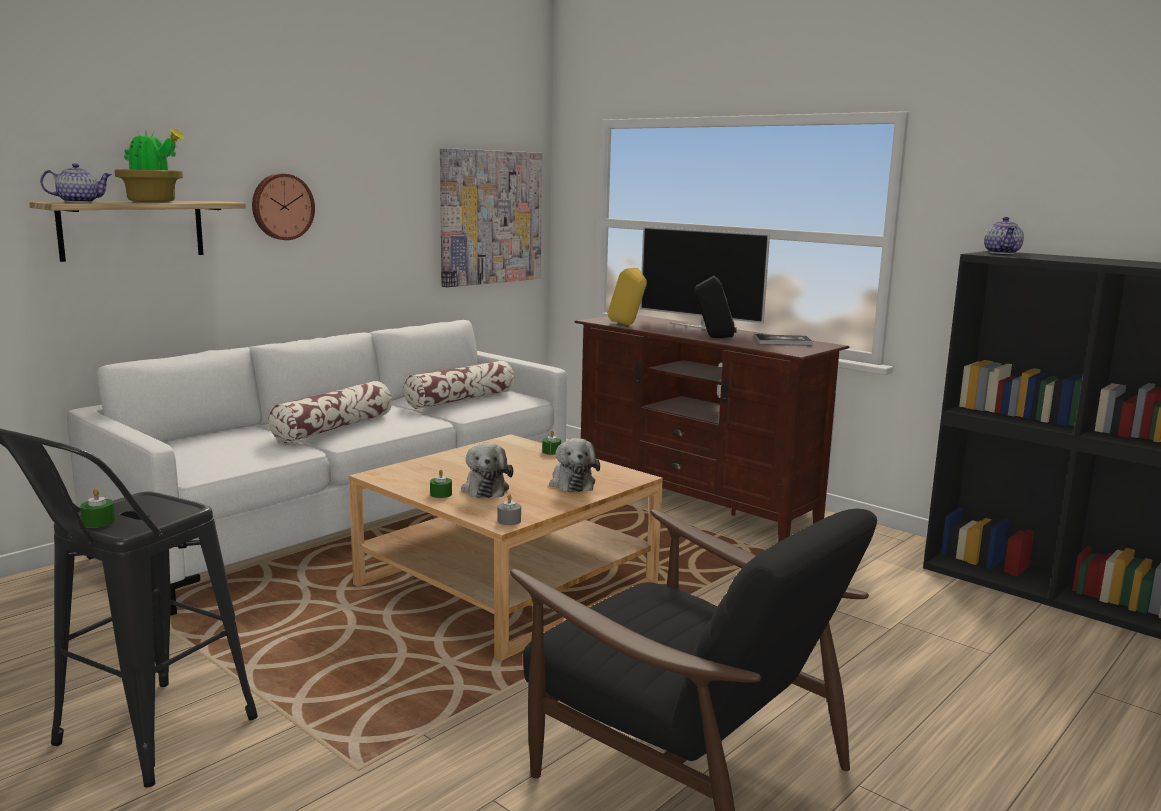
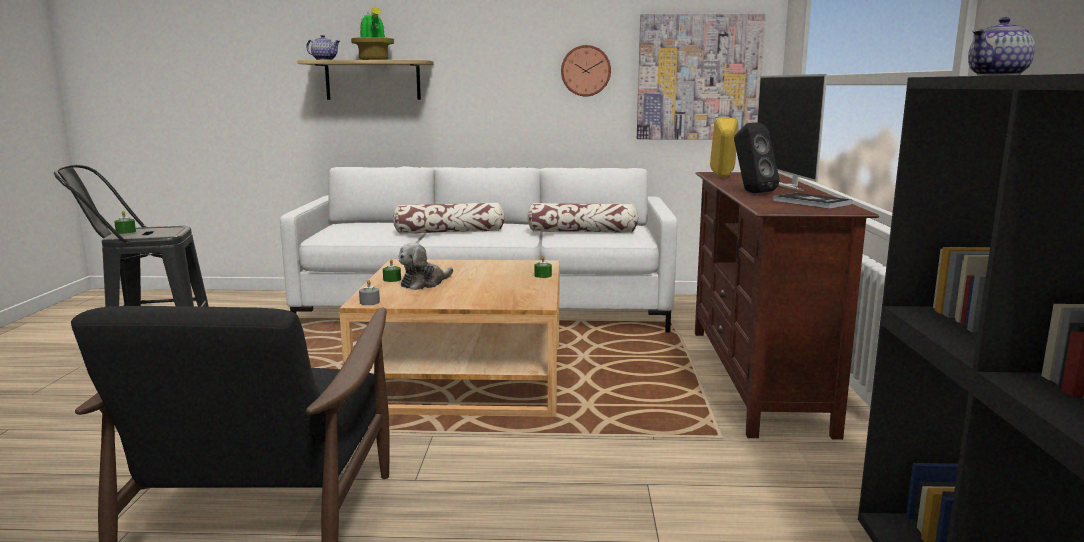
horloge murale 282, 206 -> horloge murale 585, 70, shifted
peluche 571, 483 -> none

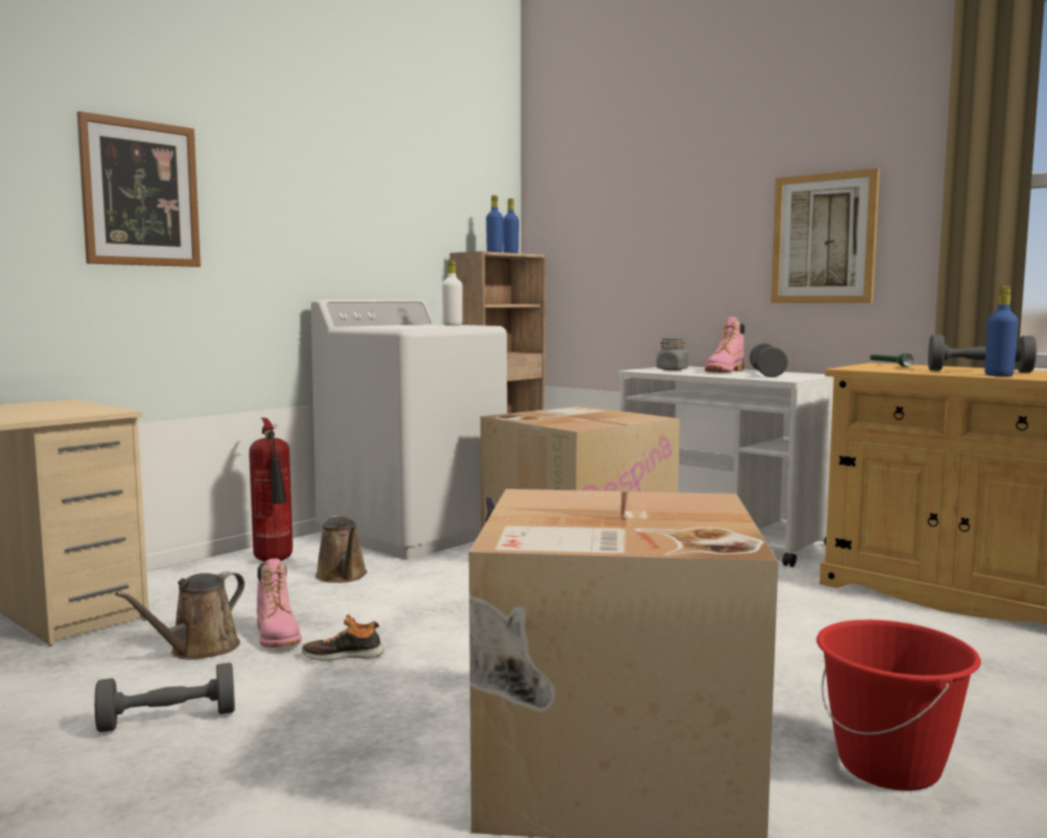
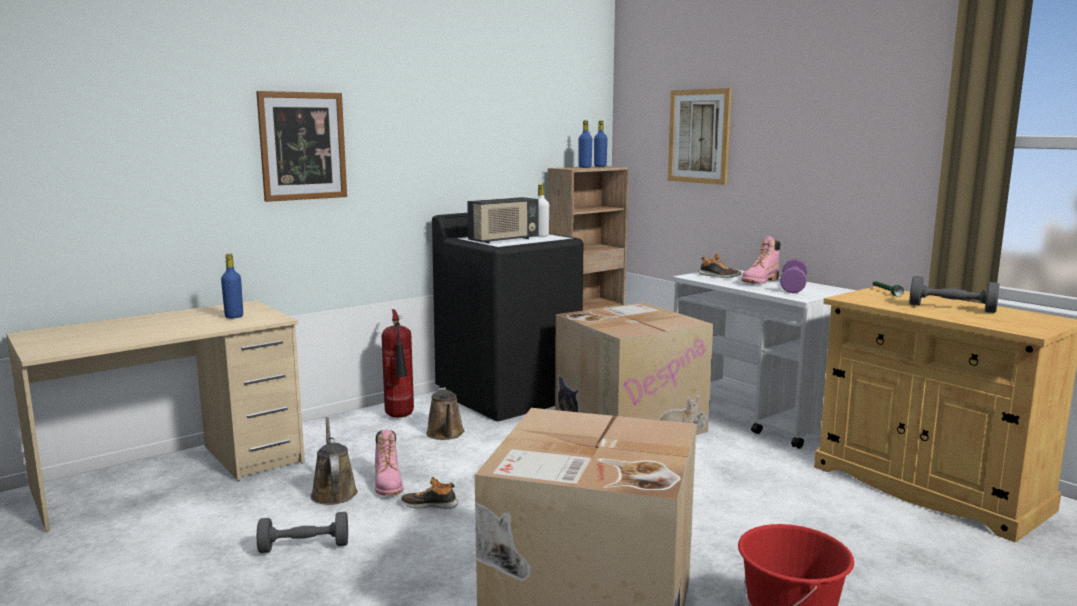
arrosoir/marron 199, 650 -> arrosoir/marron 333, 492, 120 degrees clockwise
lave-linge/blanc 414, 533 -> lave-linge/noir 509, 395
bocal/gris 672, 369 -> chaussure 718, 276
haltère/gris 767, 374 -> haltère/violet 793, 287
tableau 823, 238 -> tableau 699, 136, shifted
bouteille/bleu 998, 375 -> bouteille/bleu 234, 316, shifted
none -> radio 503, 240

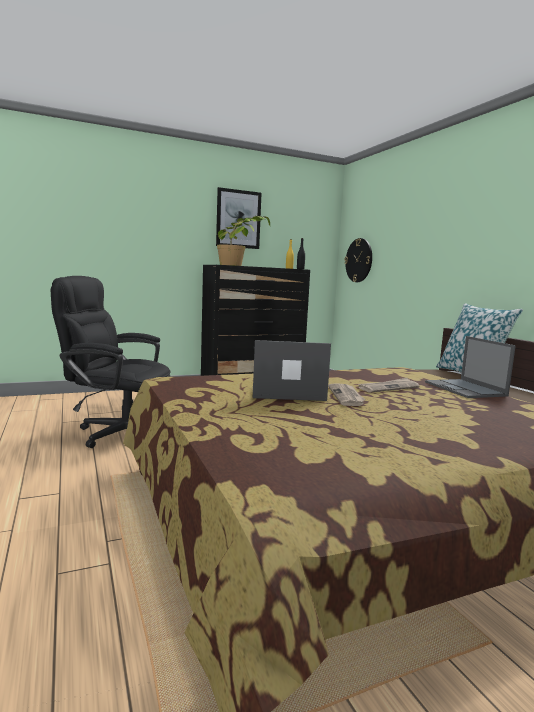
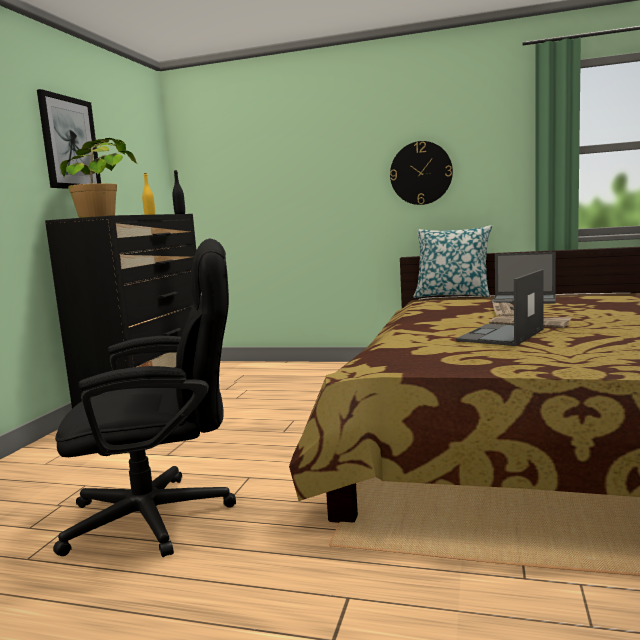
chaise de bureau/noir 118, 432 -> chaise de bureau/noir 165, 515, 150 degrees counterclockwise
horloge murale 359, 260 -> horloge murale 421, 173, shifted

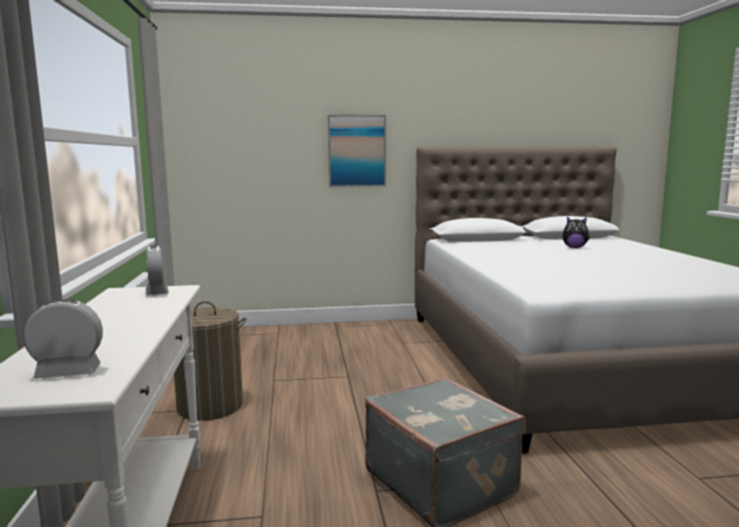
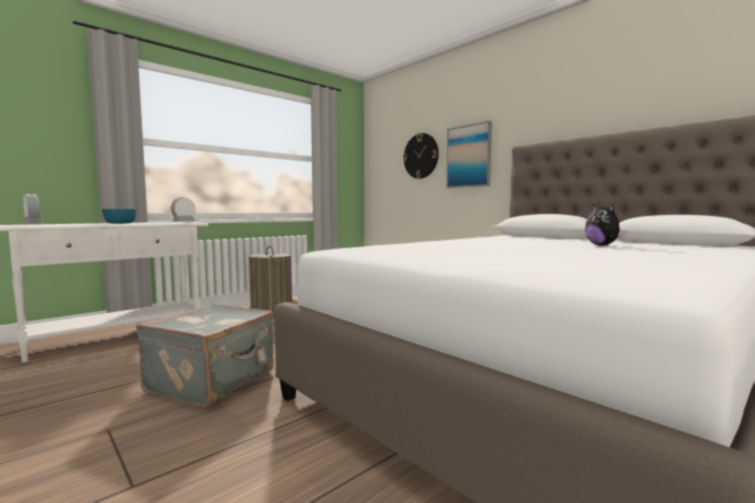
none -> bol/turquoise 120, 223
none -> horloge murale 421, 156

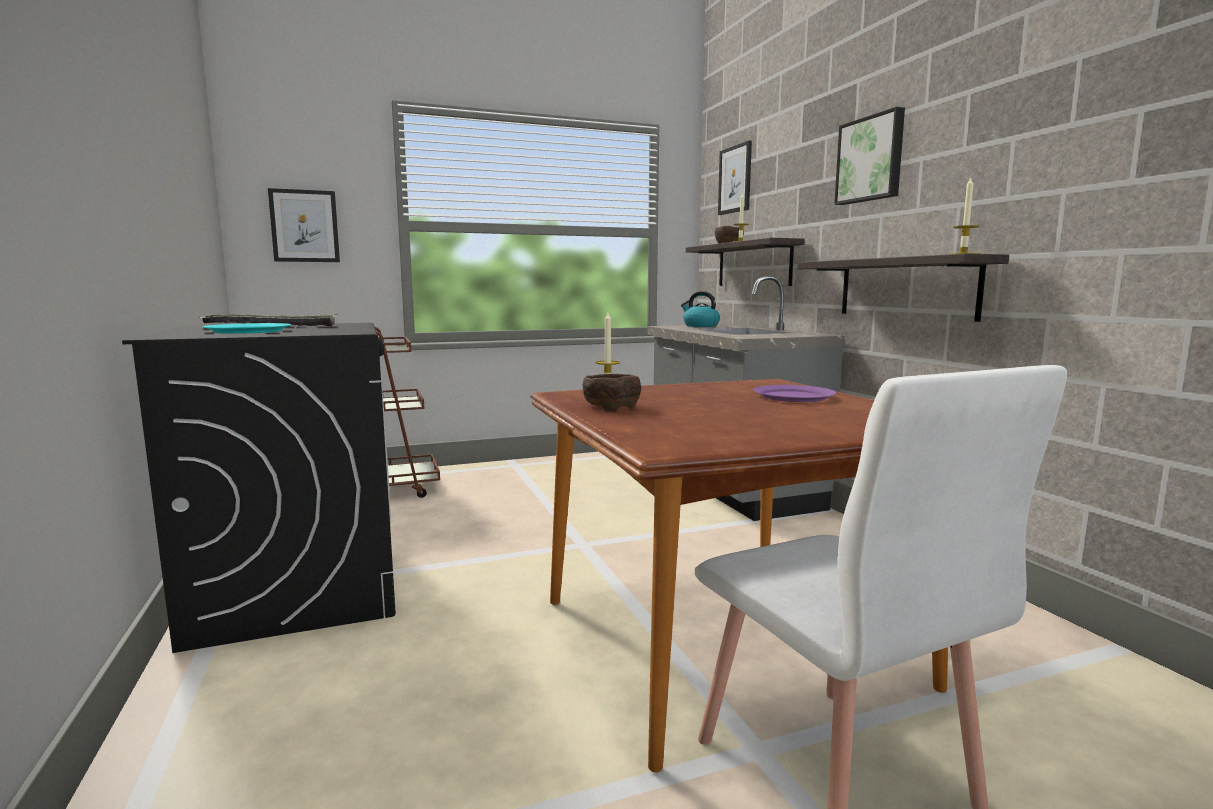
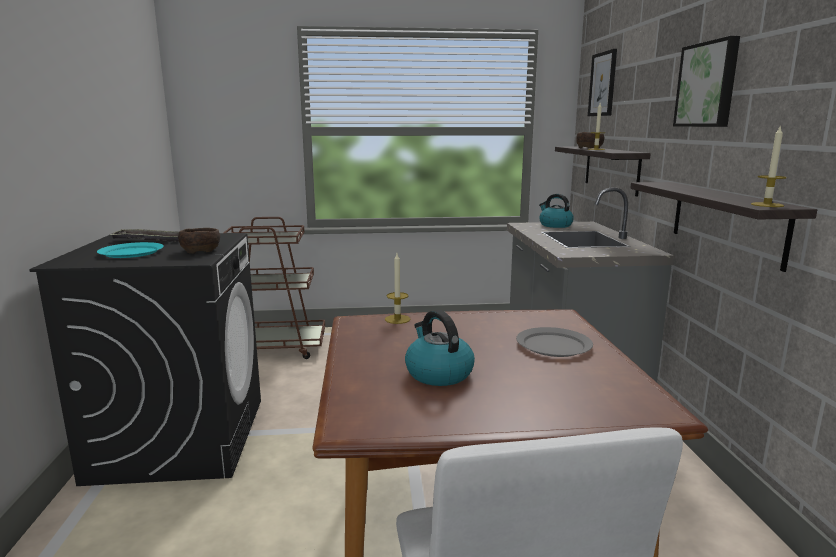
tableau 304, 226 -> none
bol/marron 610, 406 -> bol/marron 200, 250, shifted
assiette/violet 794, 396 -> assiette/gris 554, 345
none -> bouilloire 438, 373

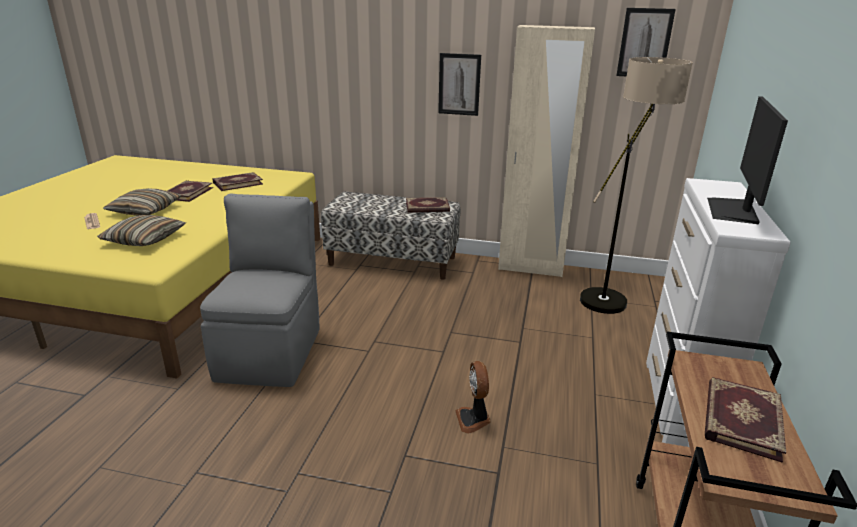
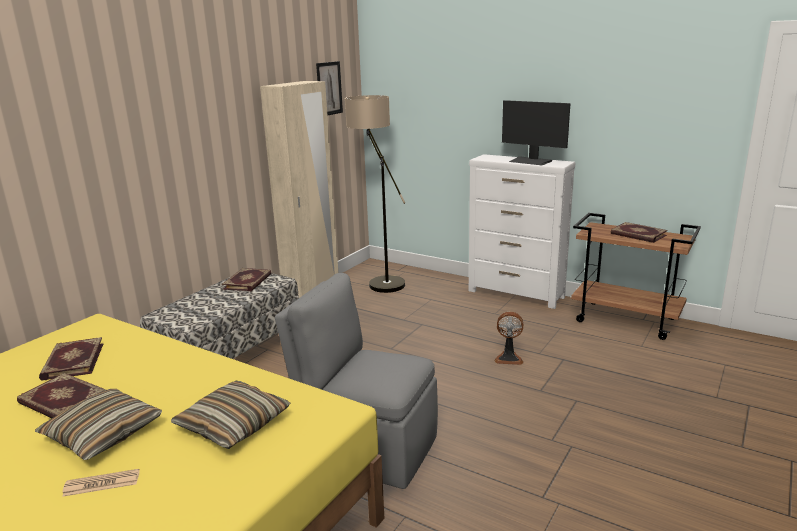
tableau 459, 84 -> none

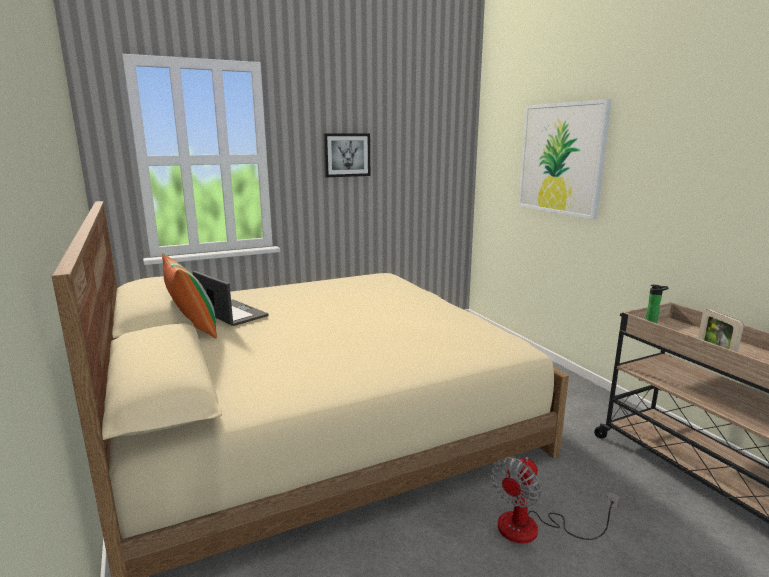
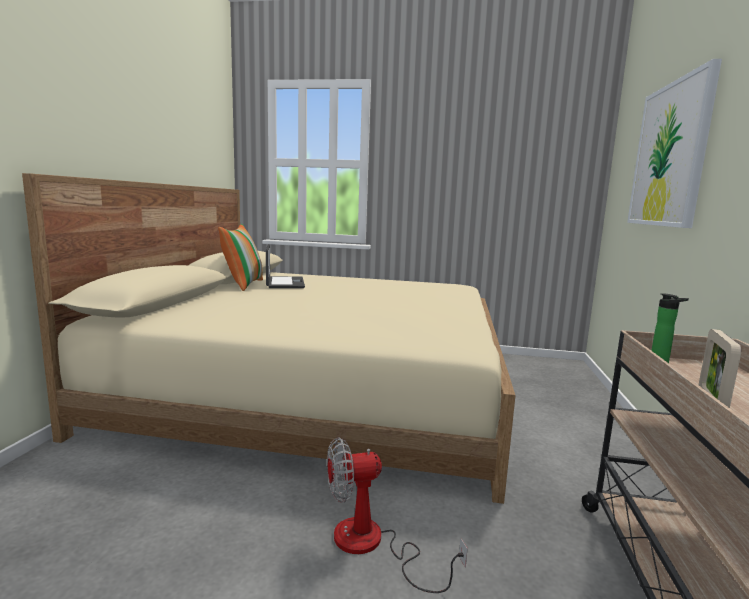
tableau 346, 155 -> none

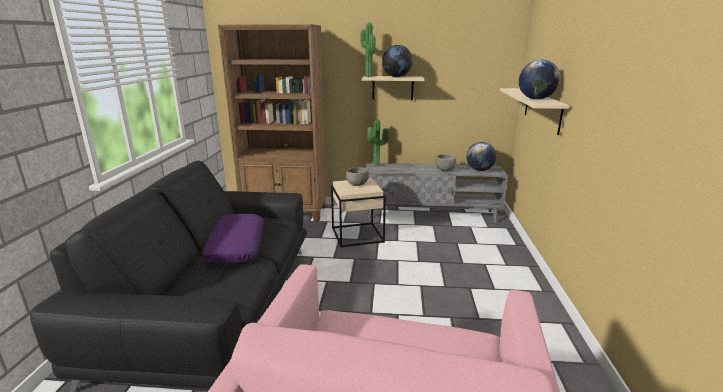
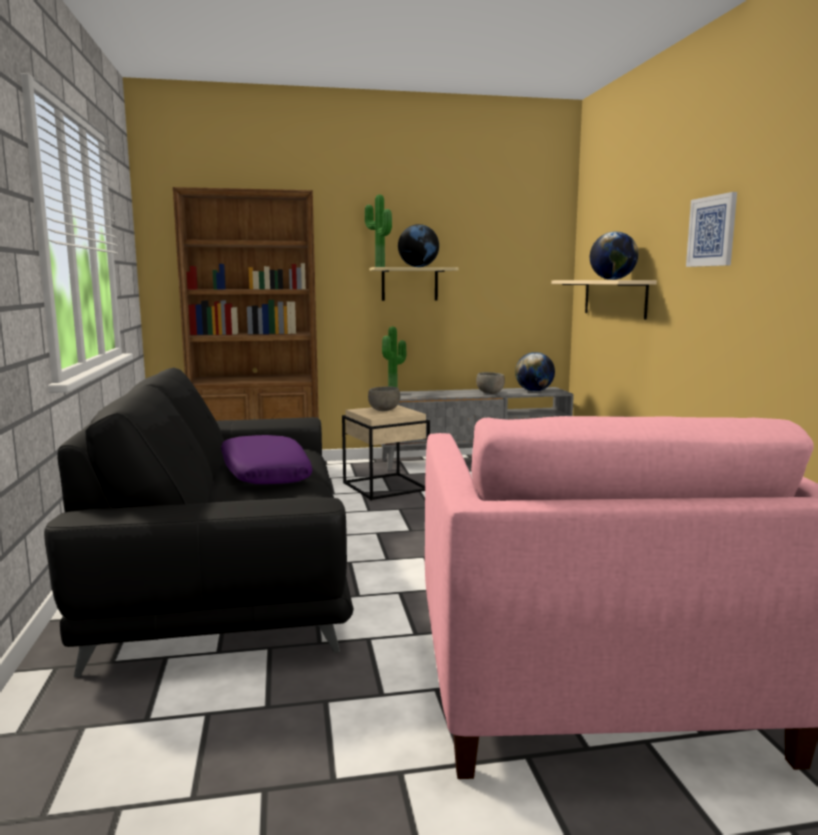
none -> tableau 712, 231

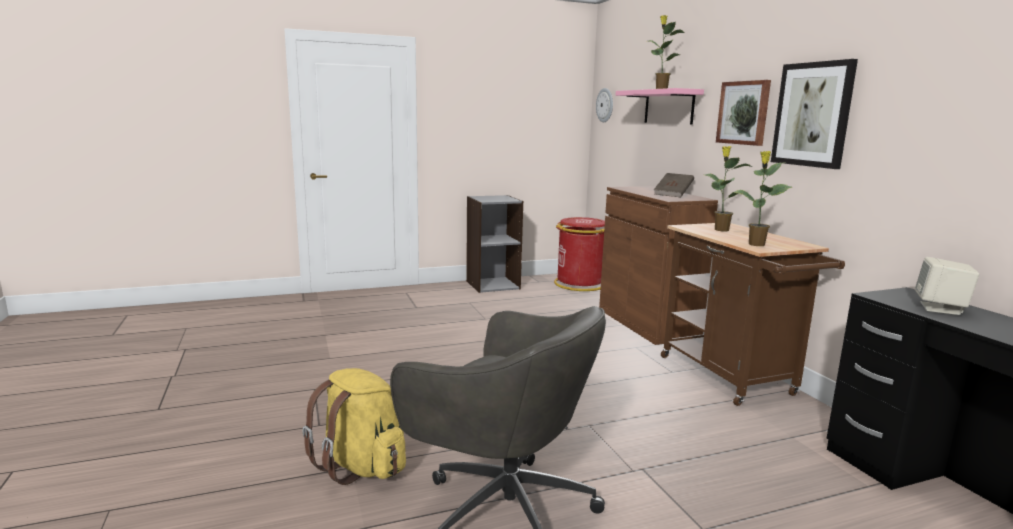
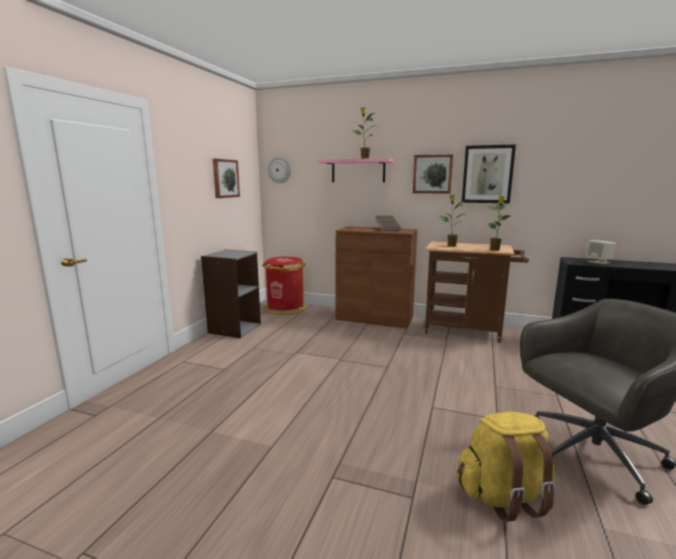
none -> tableau 225, 178

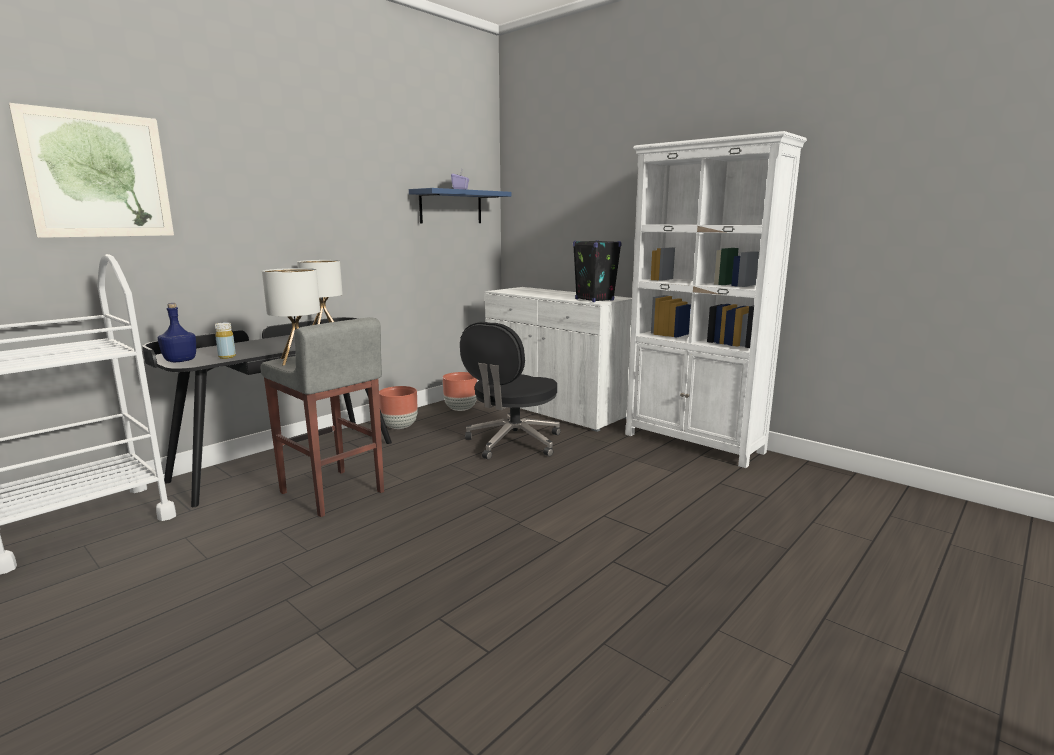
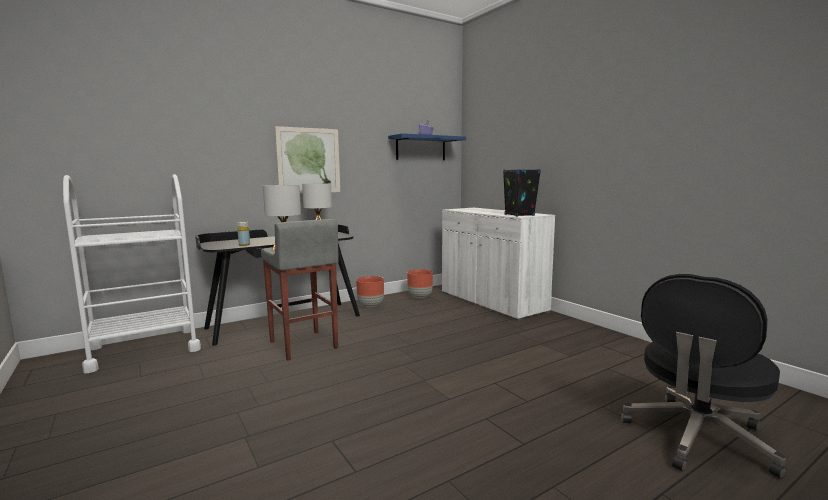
tableau 98, 175 -> tableau 309, 160, shifted
bouteille/bleu 180, 361 -> none
chaise de bureau/noir 512, 443 -> chaise de bureau/noir 697, 438, shifted
bibliothèque/blanc 693, 443 -> none

